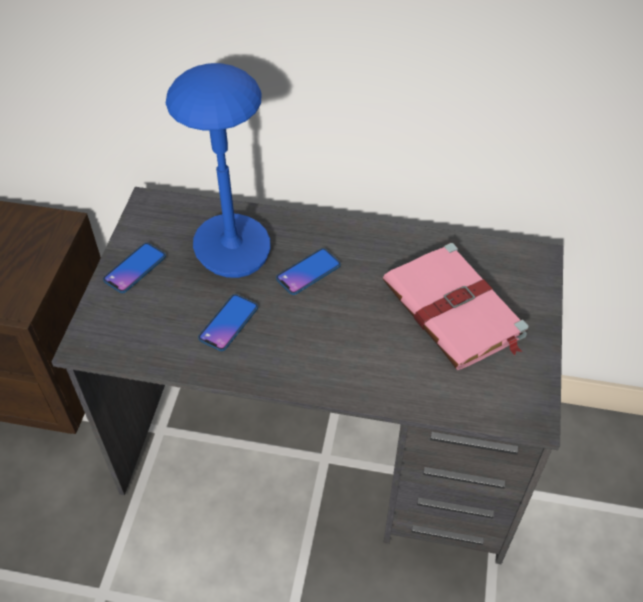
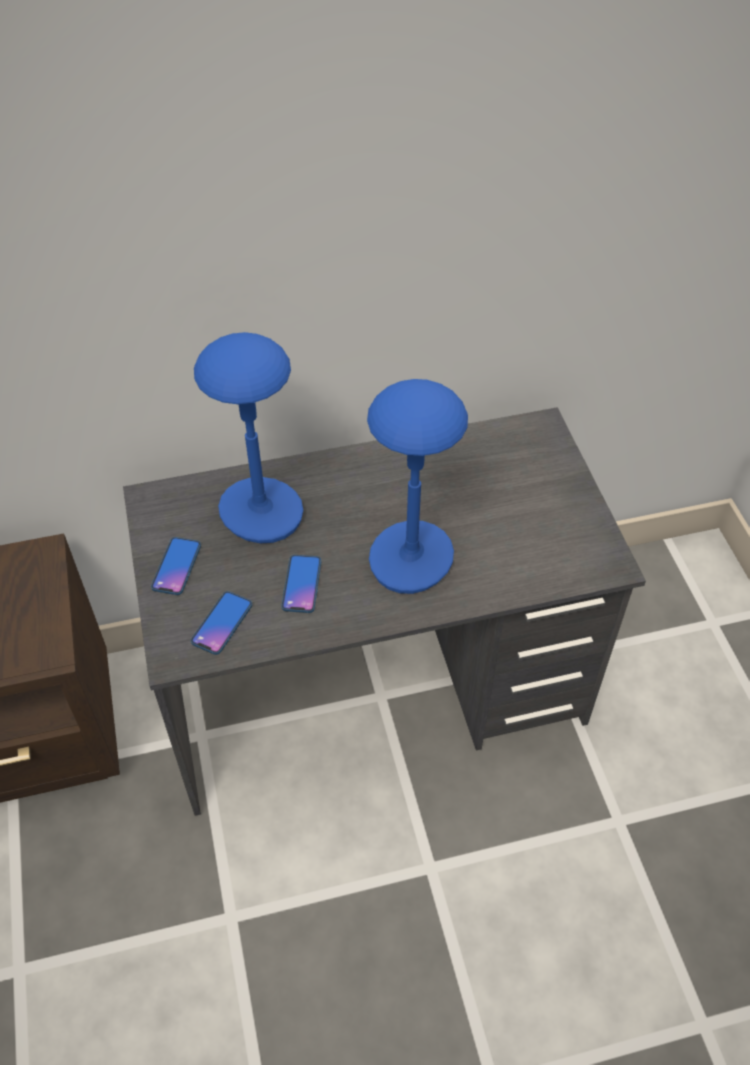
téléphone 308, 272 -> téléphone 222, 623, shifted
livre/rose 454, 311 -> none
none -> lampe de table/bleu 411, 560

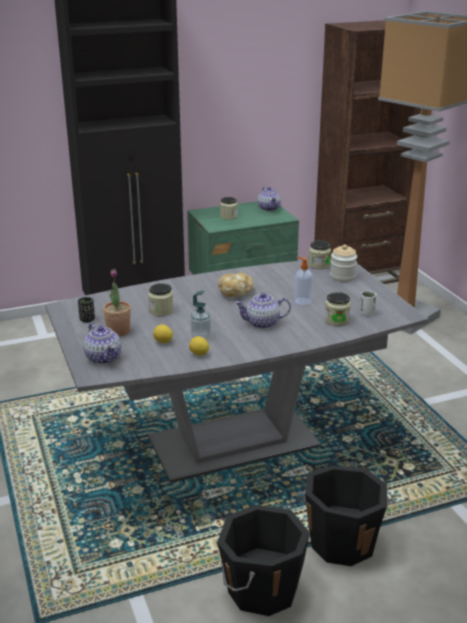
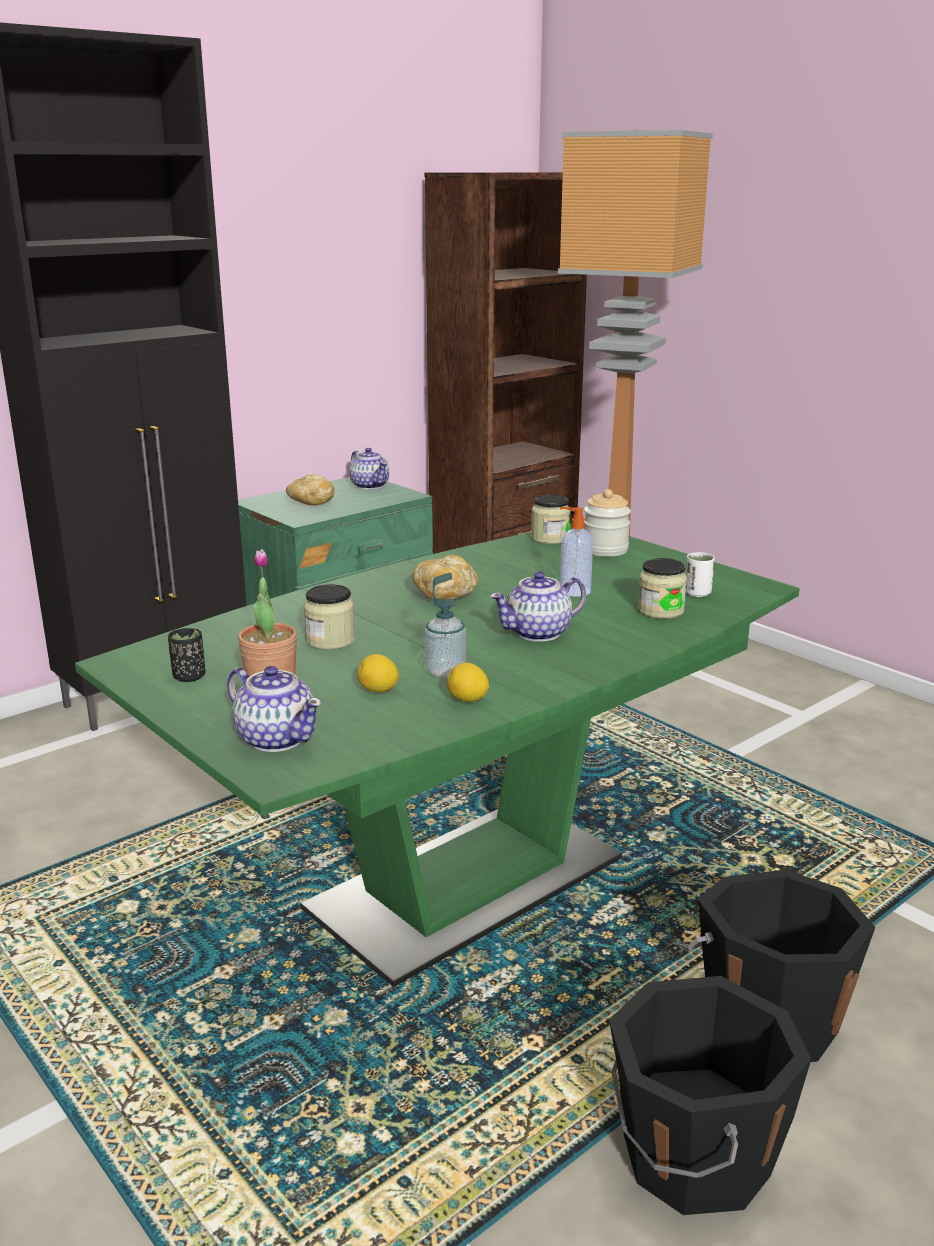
table à manger/gris 233, 442 -> table à manger/vert 467, 884
bocal 228, 216 -> pain 311, 503

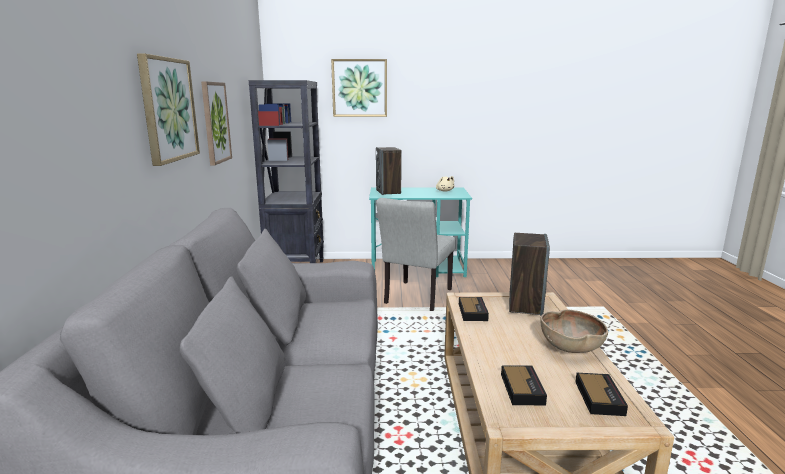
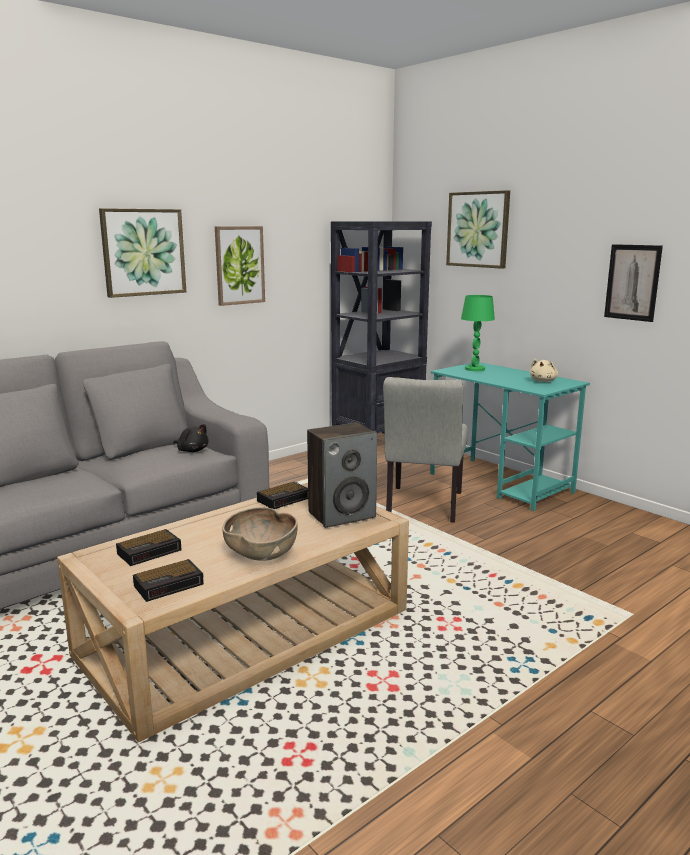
enceinte 388, 192 -> lampe de table/vert 475, 369
chaise/gris 415, 298 -> chaise/gris 423, 507, 60 degrees counterclockwise
none -> peluche/noir 192, 450
none -> tableau 632, 282

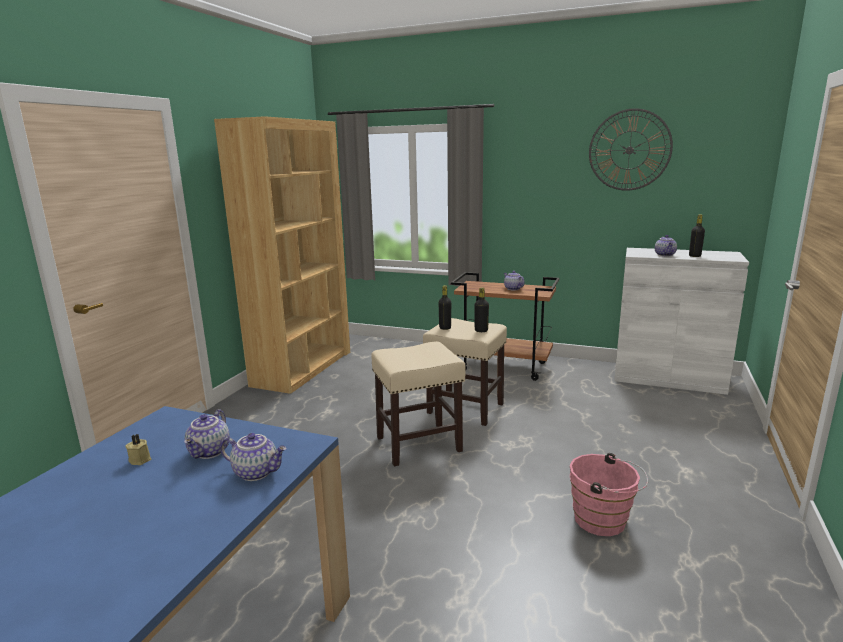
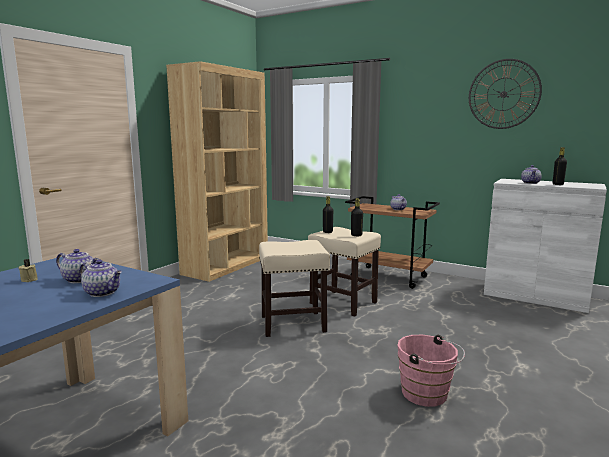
théière 210, 452 -> théière 80, 279, 90 degrees counterclockwise

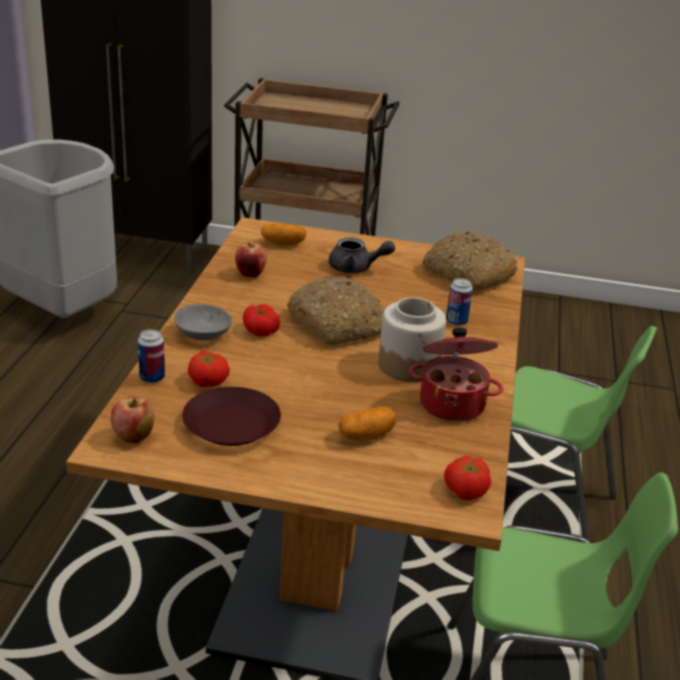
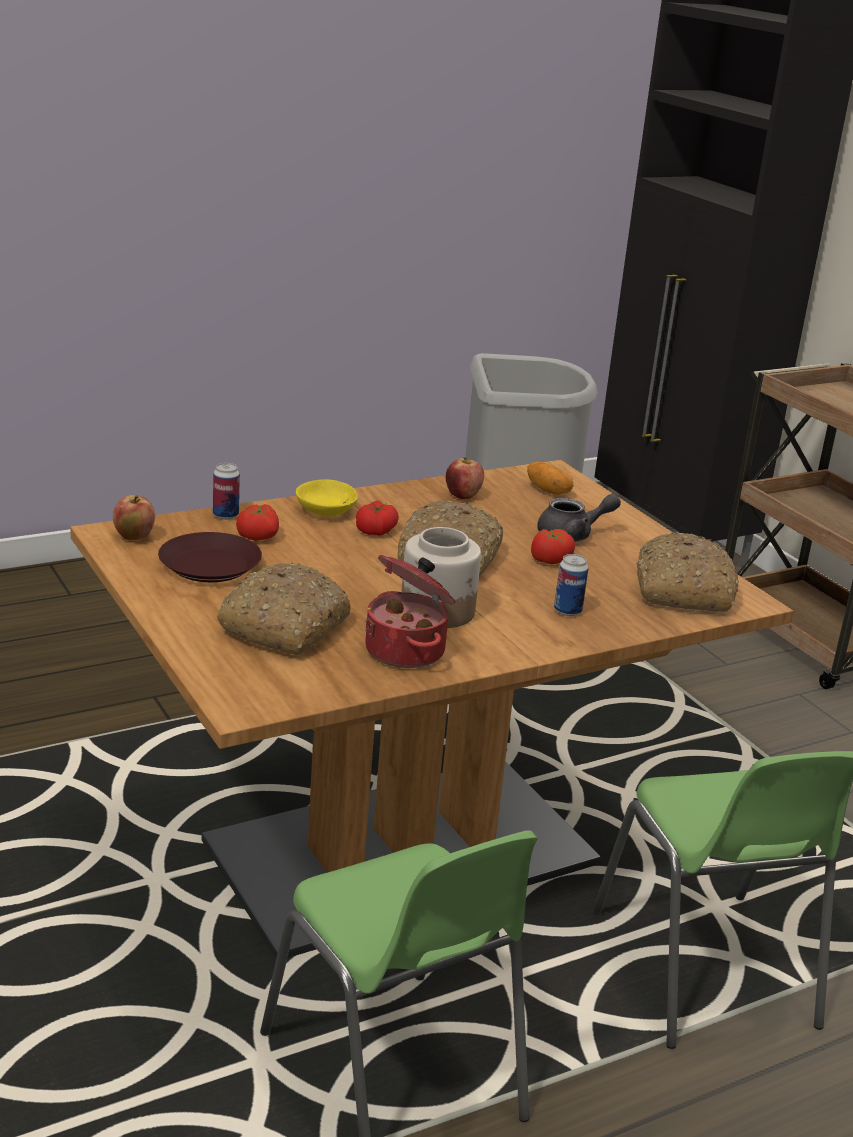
bol/gris 201, 334 -> bol/jaune 324, 510
théière/gris 356, 268 -> théière/gris 572, 535, 75 degrees counterclockwise
pomme de terre 366, 436 -> pain 285, 625
tomate 465, 490 -> tomate 549, 559, shifted

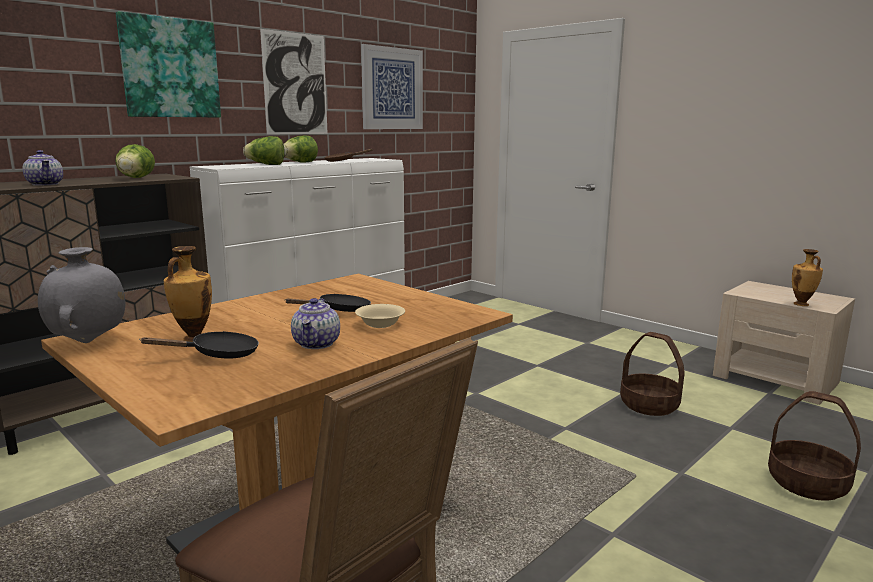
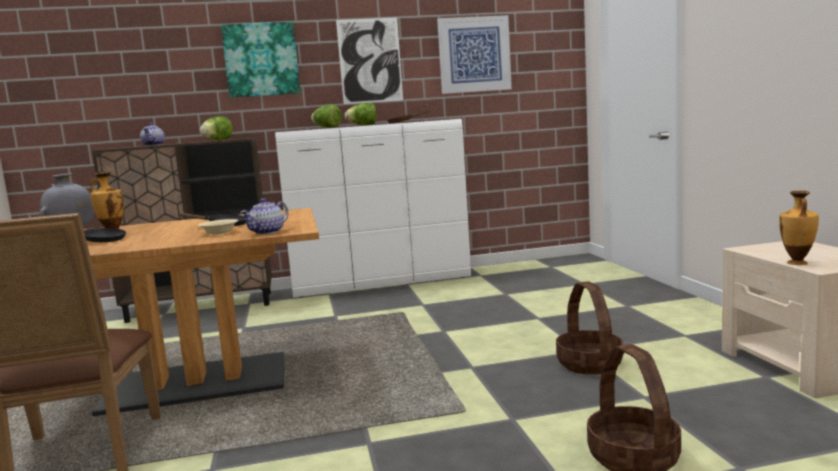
théière 317, 344 -> théière 267, 232, shifted

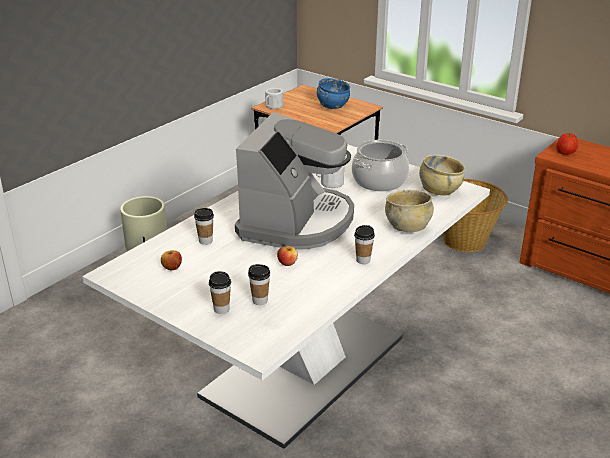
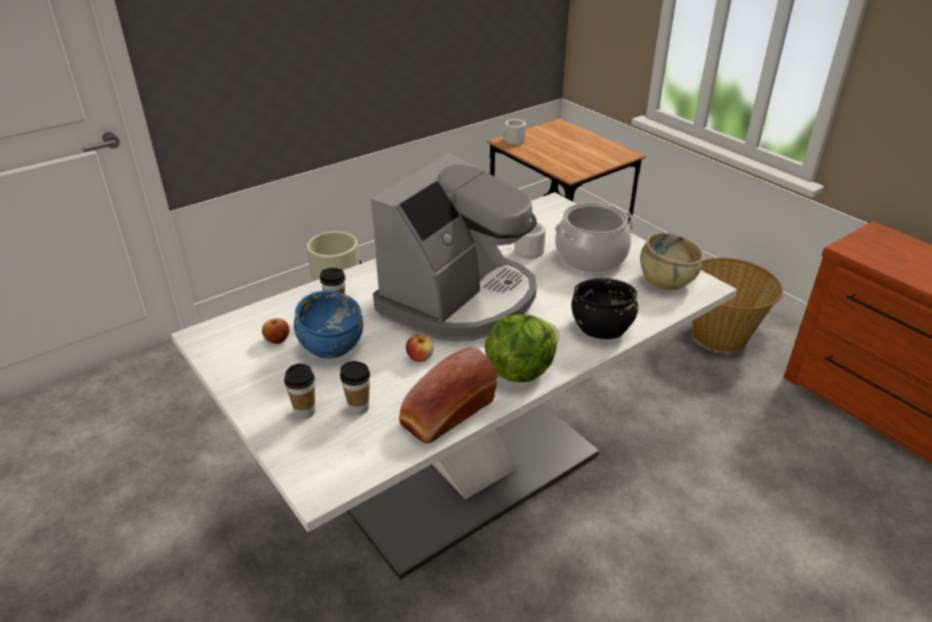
bol/bleu 332, 105 -> bol/bleu 331, 346, shifted
tasse 363, 260 -> laitue 520, 370
bol/beige 408, 226 -> bol/noir 601, 328
pomme 565, 152 -> none
none -> pain 445, 413

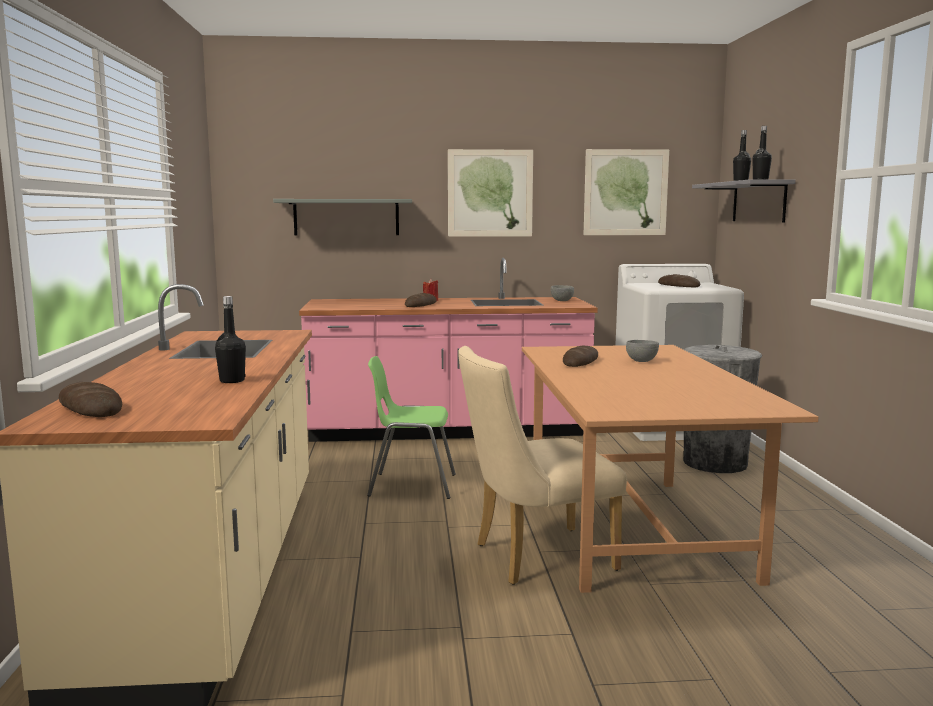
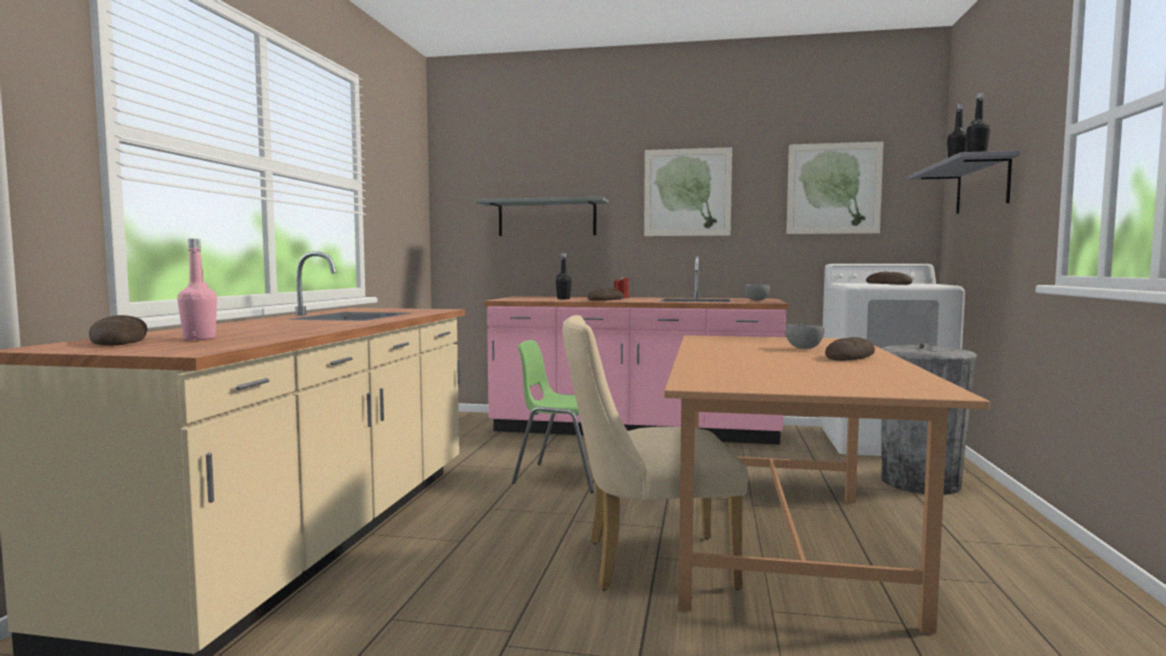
bouteille/noir 232, 381 -> bouteille/noir 563, 299, shifted
pain 580, 361 -> pain 850, 357, shifted
none -> bouteille/rose 199, 339

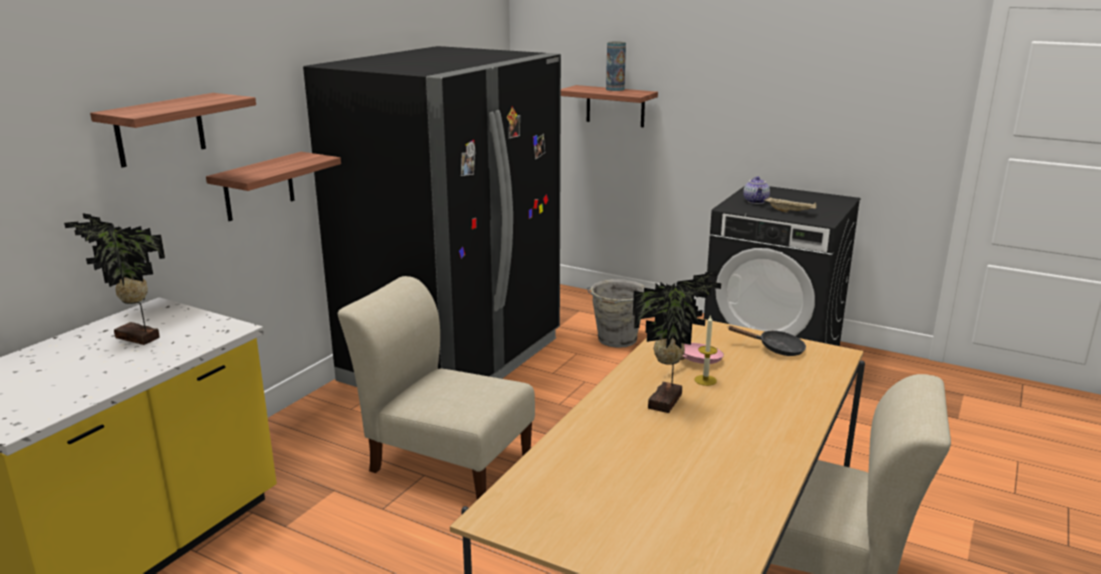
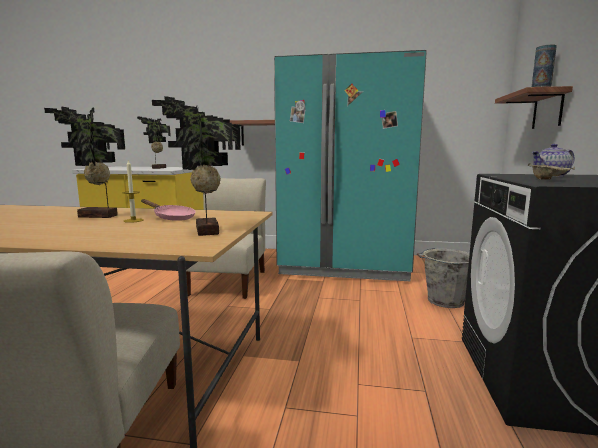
étagère 160, 130 -> none
réfrigérateur/noir 454, 360 -> réfrigérateur/turquoise 344, 265
poêle/noir 776, 349 -> plante en pot 204, 231

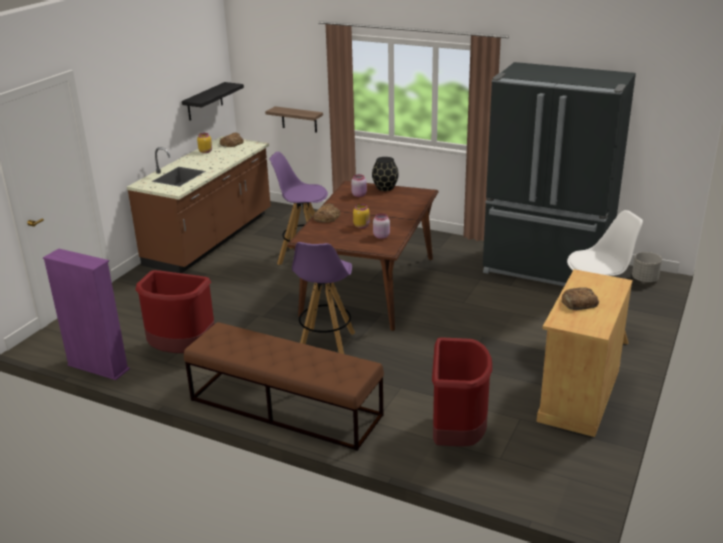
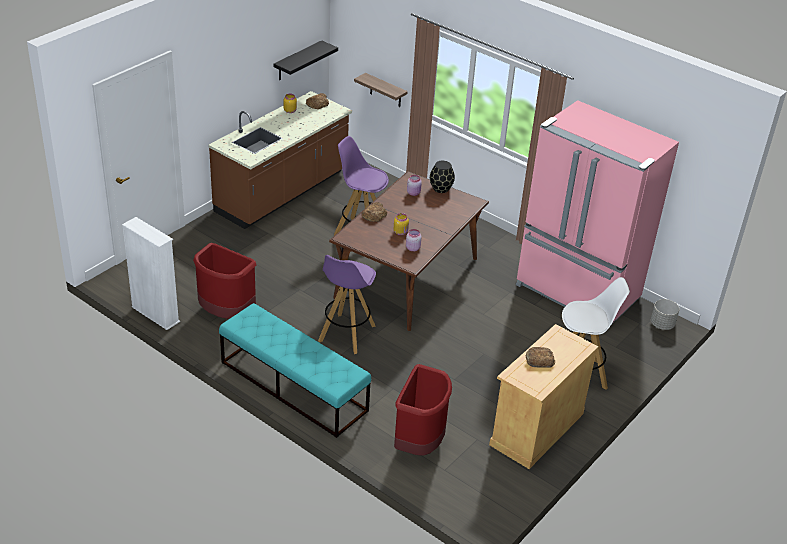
bibliothèque/violet 98, 367 -> bibliothèque/blanc 155, 314
banc/marron 284, 407 -> banc/turquoise 293, 386
réfrigérateur/noir 546, 269 -> réfrigérateur/rose 576, 293

